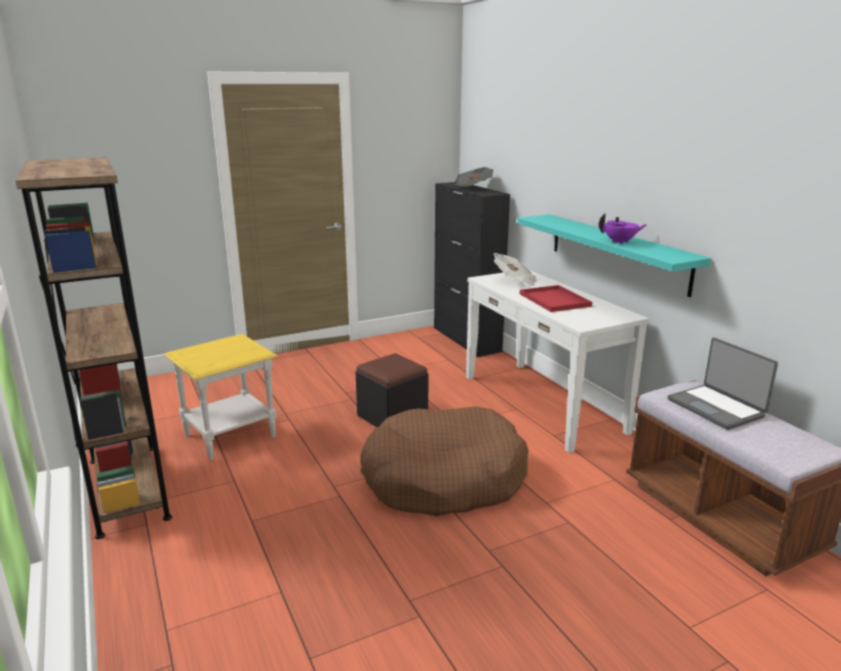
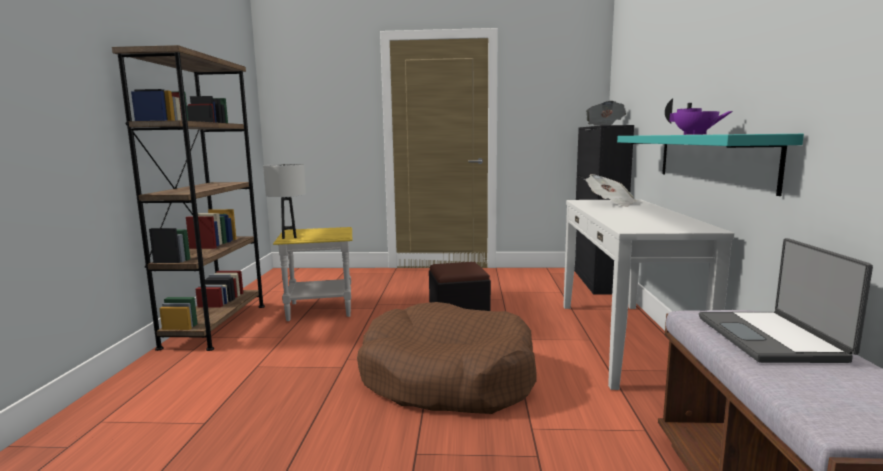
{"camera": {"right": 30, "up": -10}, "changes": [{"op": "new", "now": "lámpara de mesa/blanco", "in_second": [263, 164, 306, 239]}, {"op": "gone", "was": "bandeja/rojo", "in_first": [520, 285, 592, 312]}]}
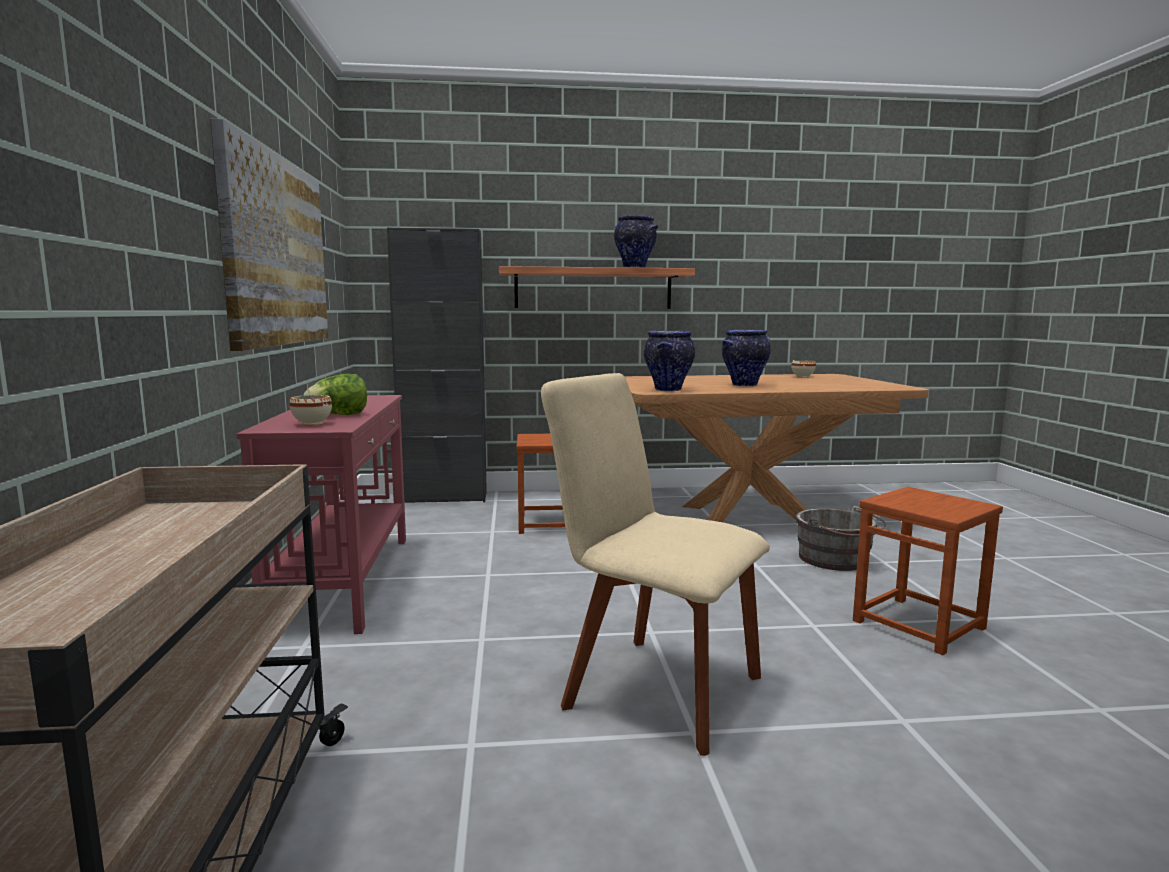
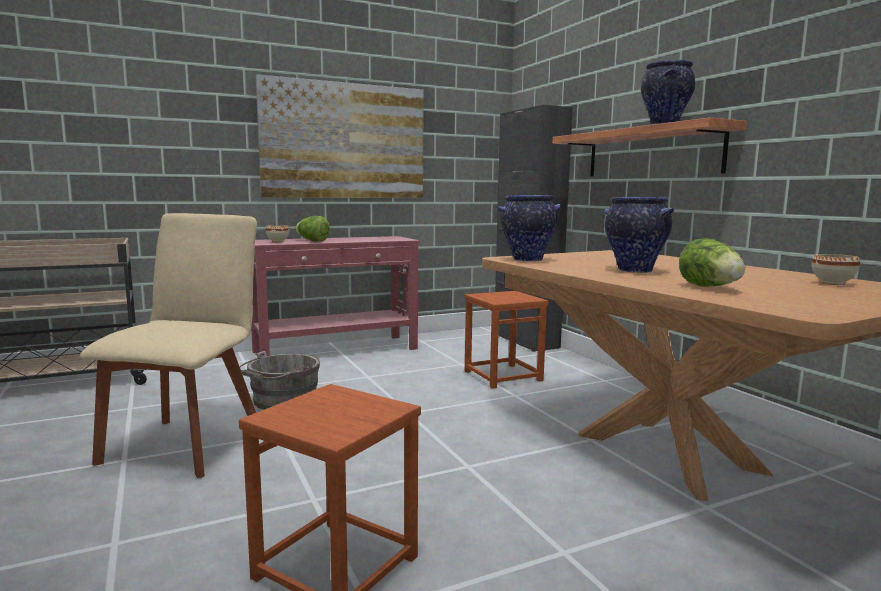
{"camera": {"right": 70, "up": 0}, "changes": [{"op": "shifted", "was": "cubo/gris", "in_first": [796, 505, 886, 571], "in_second": [239, 351, 320, 410]}, {"op": "new", "now": "lechuga", "in_second": [679, 238, 745, 287]}]}
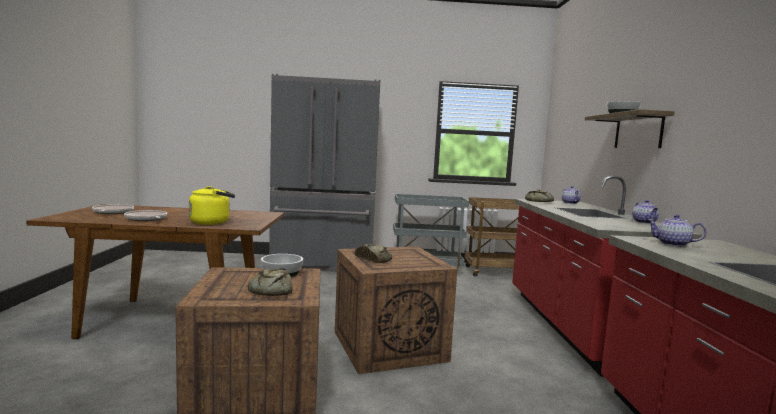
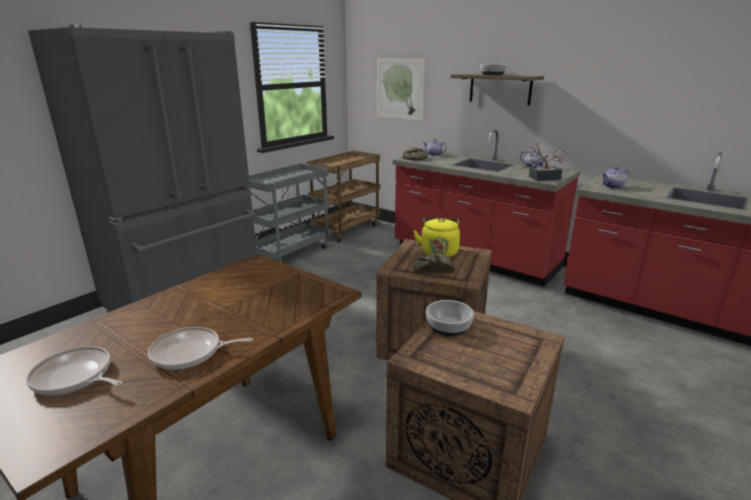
{"camera": {"right": -50, "up": 15}, "changes": [{"op": "new", "now": "cuadro", "in_second": [377, 58, 426, 121]}, {"op": "shifted", "was": "hervidor/amarillo", "in_first": [189, 186, 235, 225], "in_second": [413, 218, 460, 257]}, {"op": "new", "now": "planta en maceta", "in_second": [522, 141, 568, 181]}, {"op": "gone", "was": "pan", "in_first": [247, 268, 293, 296]}]}
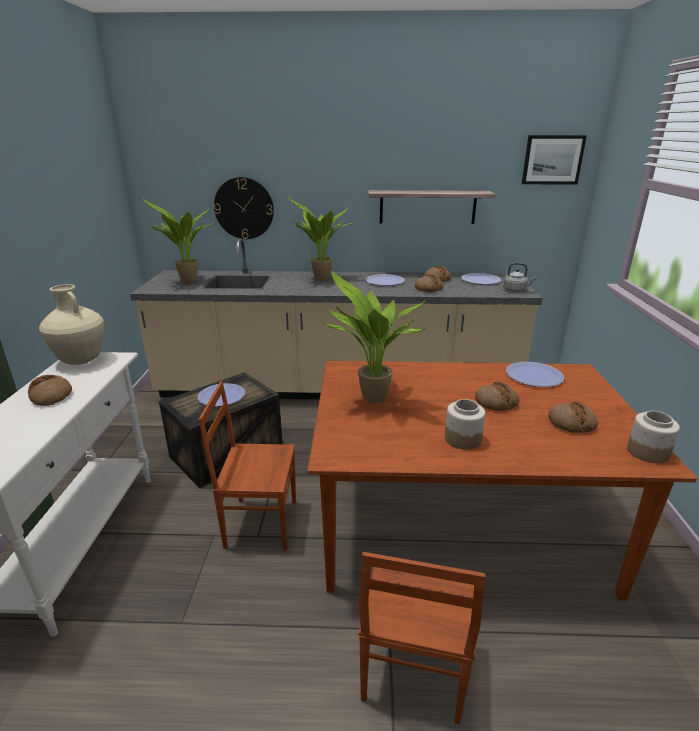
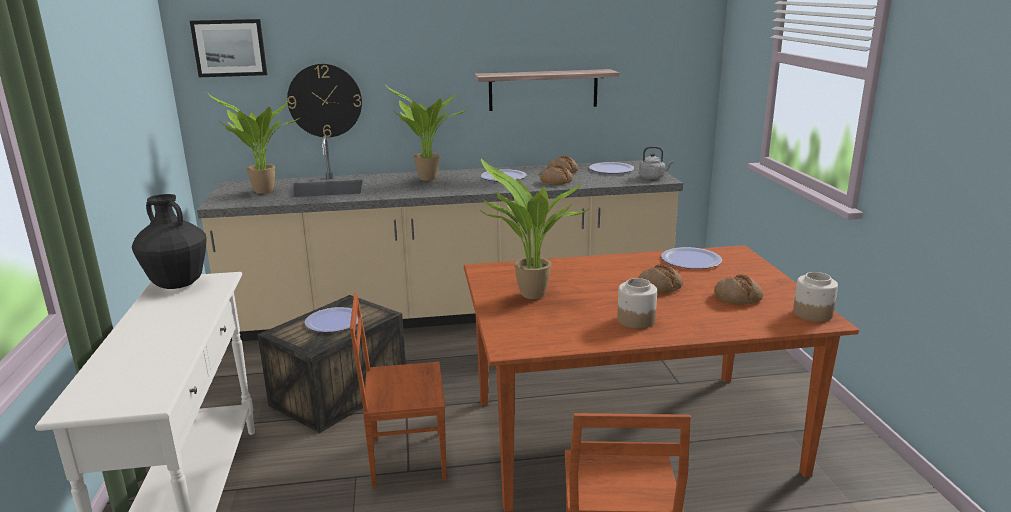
{"camera": {"right": -10, "up": -5}, "changes": [{"op": "repainted", "was": "florero/beis", "now": "florero/negro", "in_first": [39, 284, 104, 365], "in_second": [132, 194, 206, 289]}, {"op": "shifted", "was": "cuadro", "in_first": [522, 135, 587, 184], "in_second": [190, 19, 267, 77]}, {"op": "gone", "was": "pan", "in_first": [28, 375, 72, 406]}]}
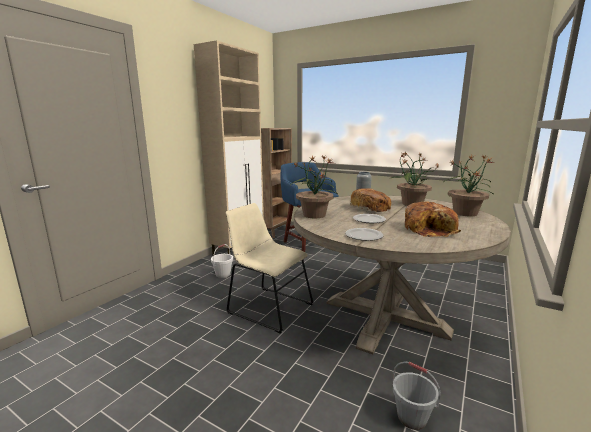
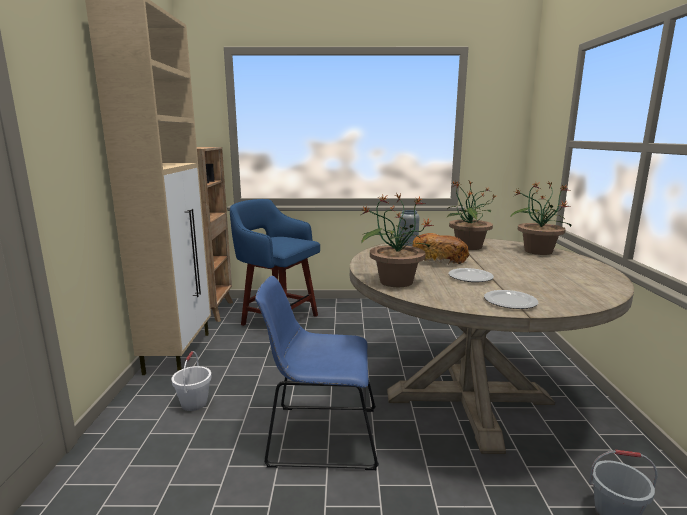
{"camera": {"right": -30, "up": 0}, "changes": [{"op": "repainted", "was": "silla/beis", "now": "silla/azul", "in_first": [226, 203, 314, 334], "in_second": [255, 276, 379, 470]}, {"op": "gone", "was": "pan", "in_first": [404, 202, 461, 237]}]}
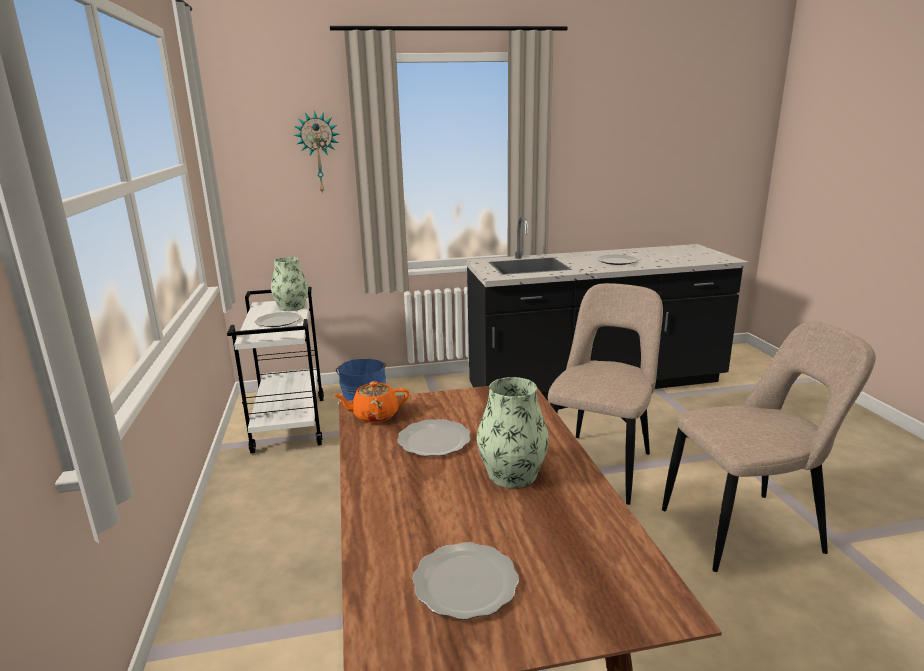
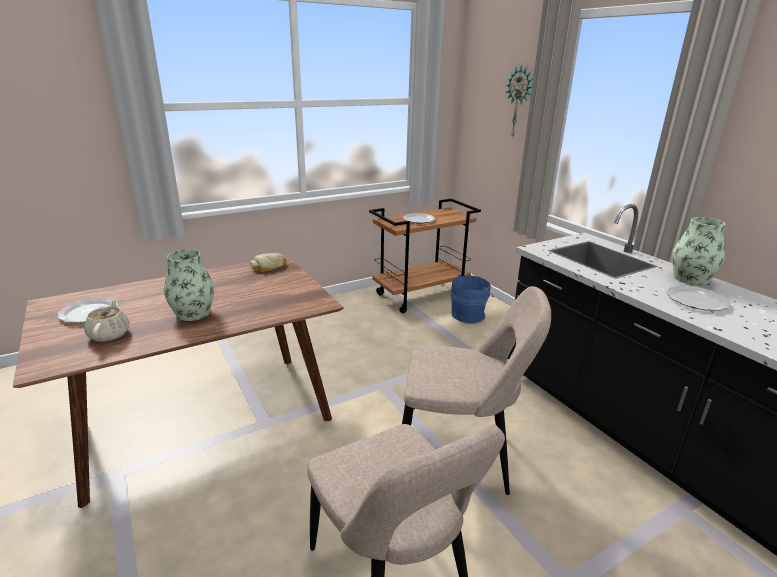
{"camera": {"right": 70, "up": 5}, "changes": [{"op": "new", "now": "tetera/beis", "in_second": [84, 298, 130, 342]}, {"op": "swapped", "was": "tetera/naranja", "now": "pan", "in_first": [334, 381, 409, 423], "in_second": [250, 253, 286, 272]}, {"op": "repainted", "was": "carrito/blanco", "now": "carrito/marrón", "in_first": [227, 287, 324, 453], "in_second": [369, 199, 481, 313]}, {"op": "shifted", "was": "florero", "in_first": [271, 257, 308, 311], "in_second": [672, 217, 726, 285]}, {"op": "gone", "was": "plato", "in_first": [397, 419, 471, 456]}]}
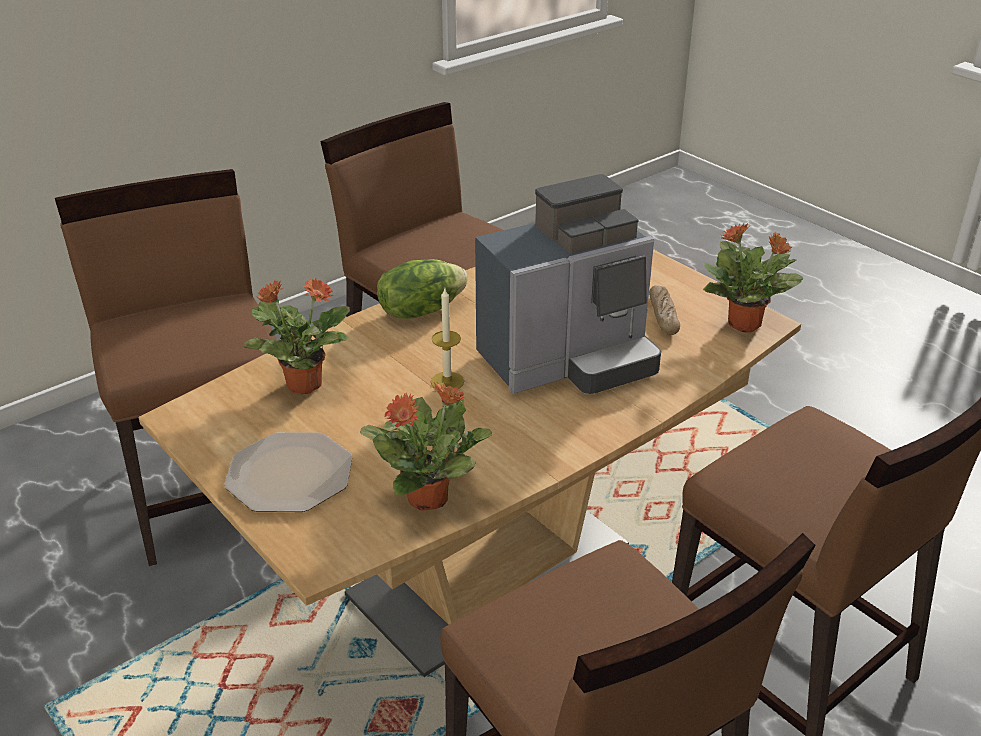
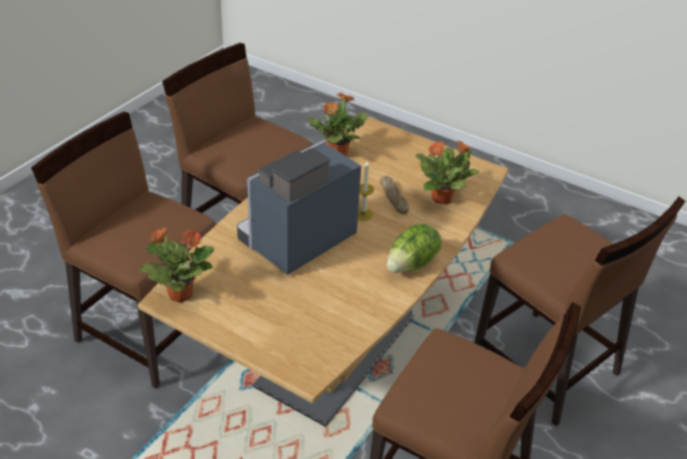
{"camera": {"right": 160, "up": 5}, "changes": [{"op": "shifted", "was": "pan", "in_first": [649, 285, 680, 335], "in_second": [380, 176, 409, 214]}, {"op": "gone", "was": "plato", "in_first": [224, 432, 353, 512]}]}
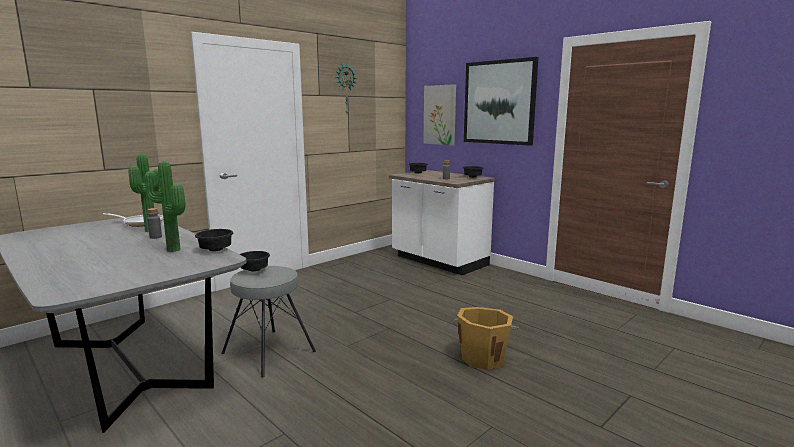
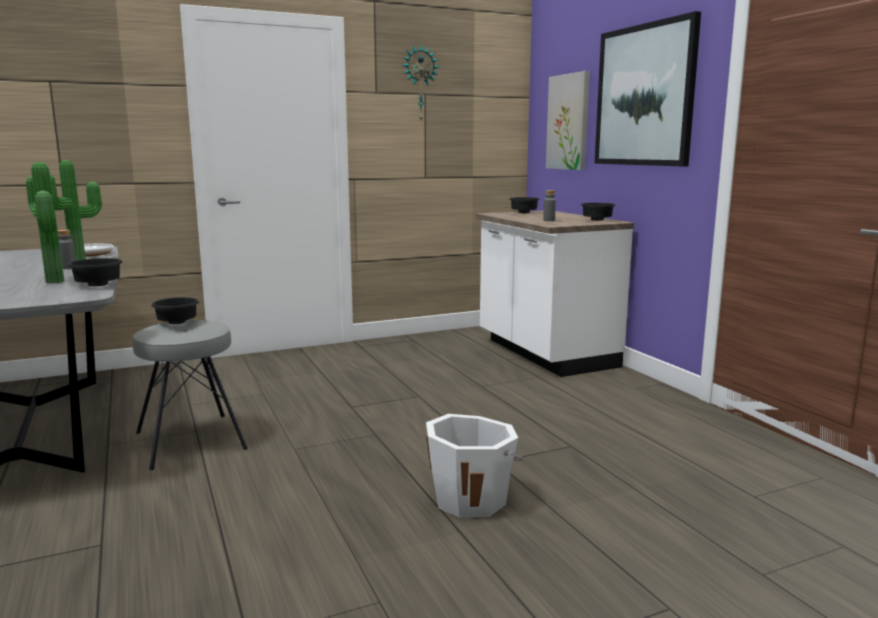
{"camera": {"right": 20, "up": 0}, "changes": [{"op": "repainted", "was": "cubo/naranja", "now": "cubo/blanco", "in_first": [453, 307, 519, 370], "in_second": [426, 414, 522, 518]}]}
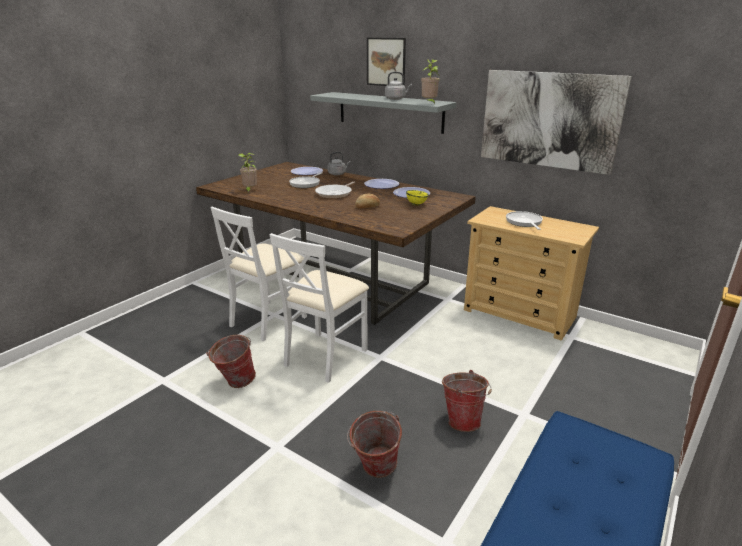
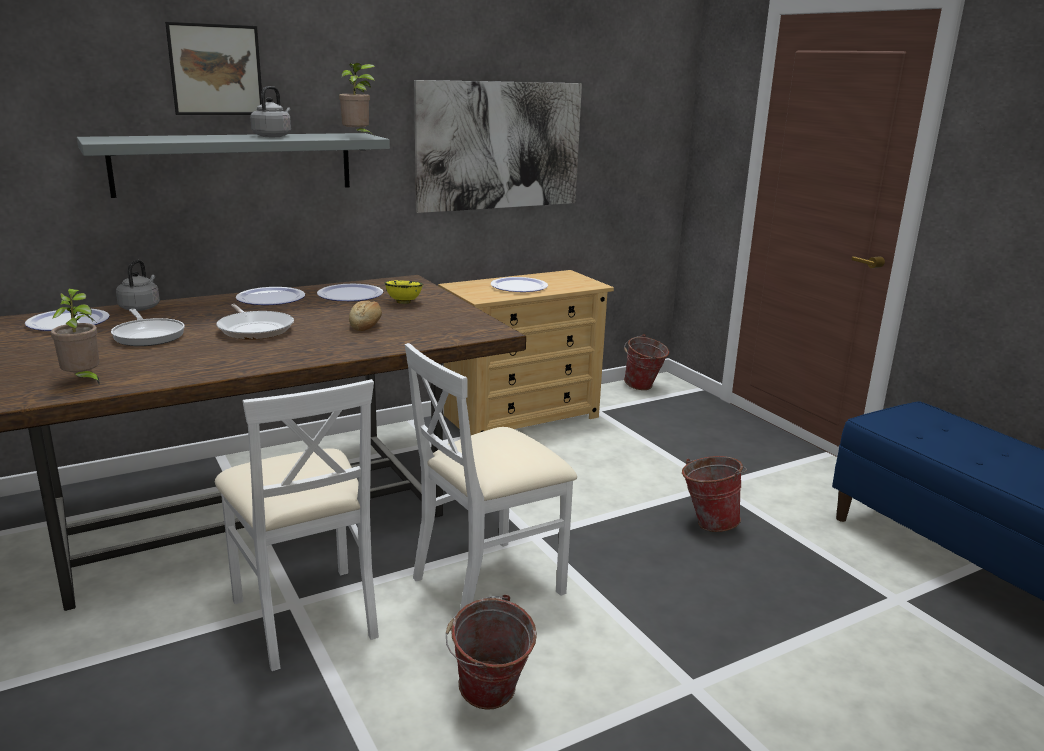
{"camera": {"right": -65, "up": -5}, "changes": [{"op": "rotated", "was": "silla/blanco", "in_first": [270, 233, 369, 383], "in_second": [405, 343, 577, 610], "clockwise": 90}, {"op": "swapped", "was": "sartén", "now": "plato", "in_first": [506, 211, 543, 230], "in_second": [491, 277, 548, 292]}, {"op": "shifted", "was": "cubo", "in_first": [347, 411, 402, 478], "in_second": [624, 334, 669, 390]}]}
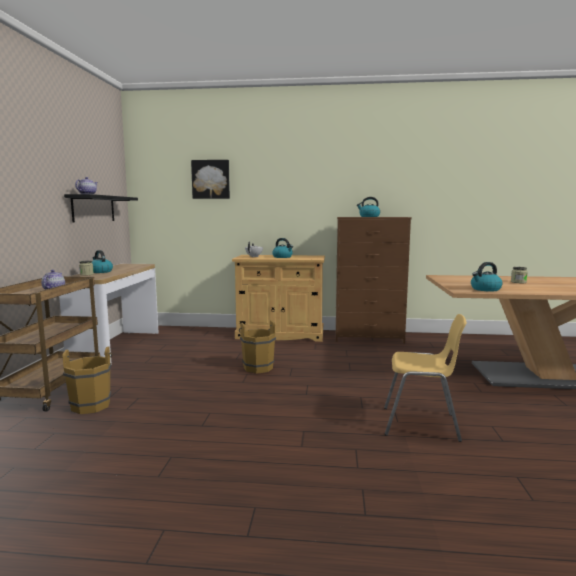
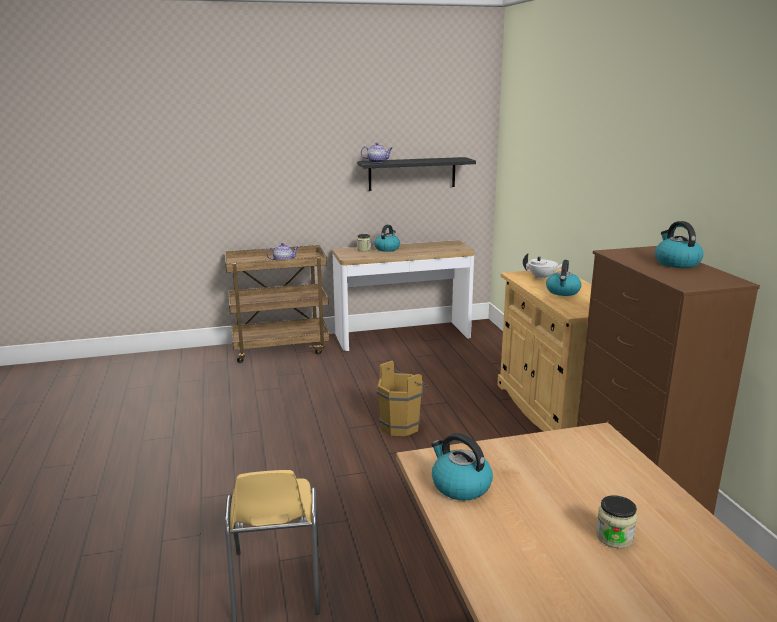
{"camera": {"right": 70, "up": 10}, "changes": [{"op": "gone", "was": "cubo/marrón", "in_first": [62, 347, 112, 414]}, {"op": "gone", "was": "cuadro", "in_first": [191, 160, 230, 199]}]}
